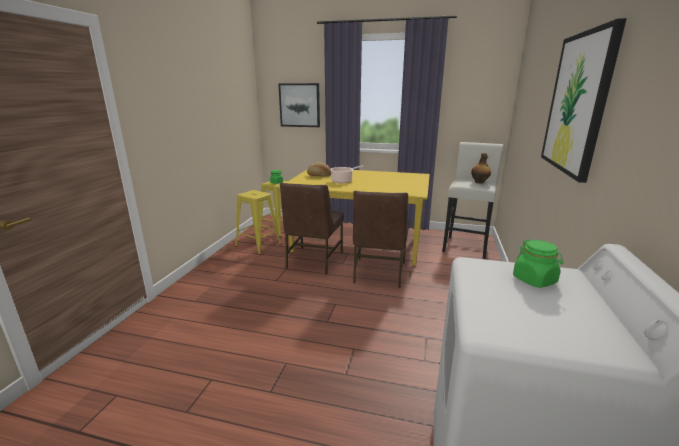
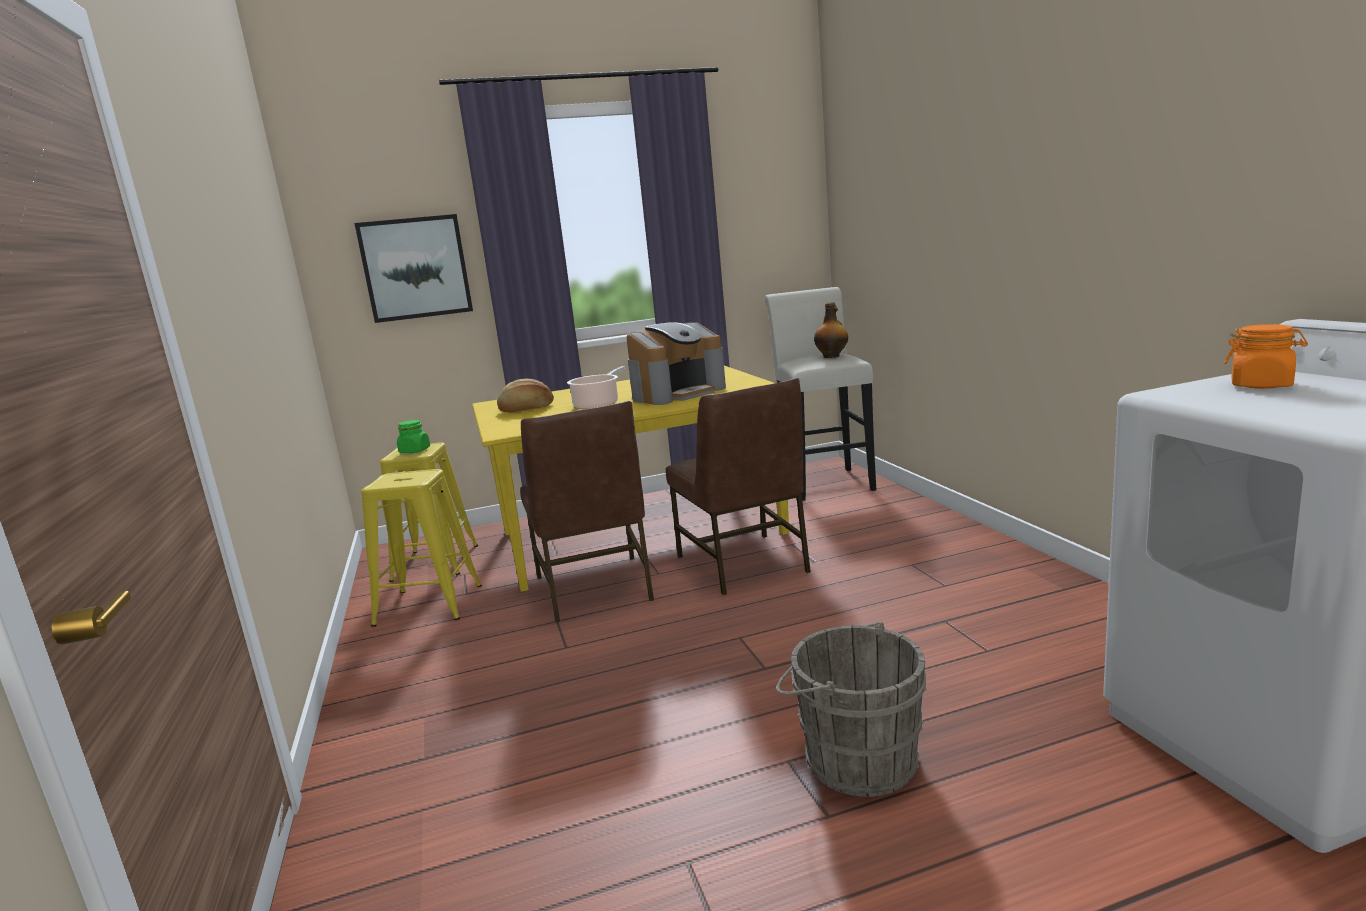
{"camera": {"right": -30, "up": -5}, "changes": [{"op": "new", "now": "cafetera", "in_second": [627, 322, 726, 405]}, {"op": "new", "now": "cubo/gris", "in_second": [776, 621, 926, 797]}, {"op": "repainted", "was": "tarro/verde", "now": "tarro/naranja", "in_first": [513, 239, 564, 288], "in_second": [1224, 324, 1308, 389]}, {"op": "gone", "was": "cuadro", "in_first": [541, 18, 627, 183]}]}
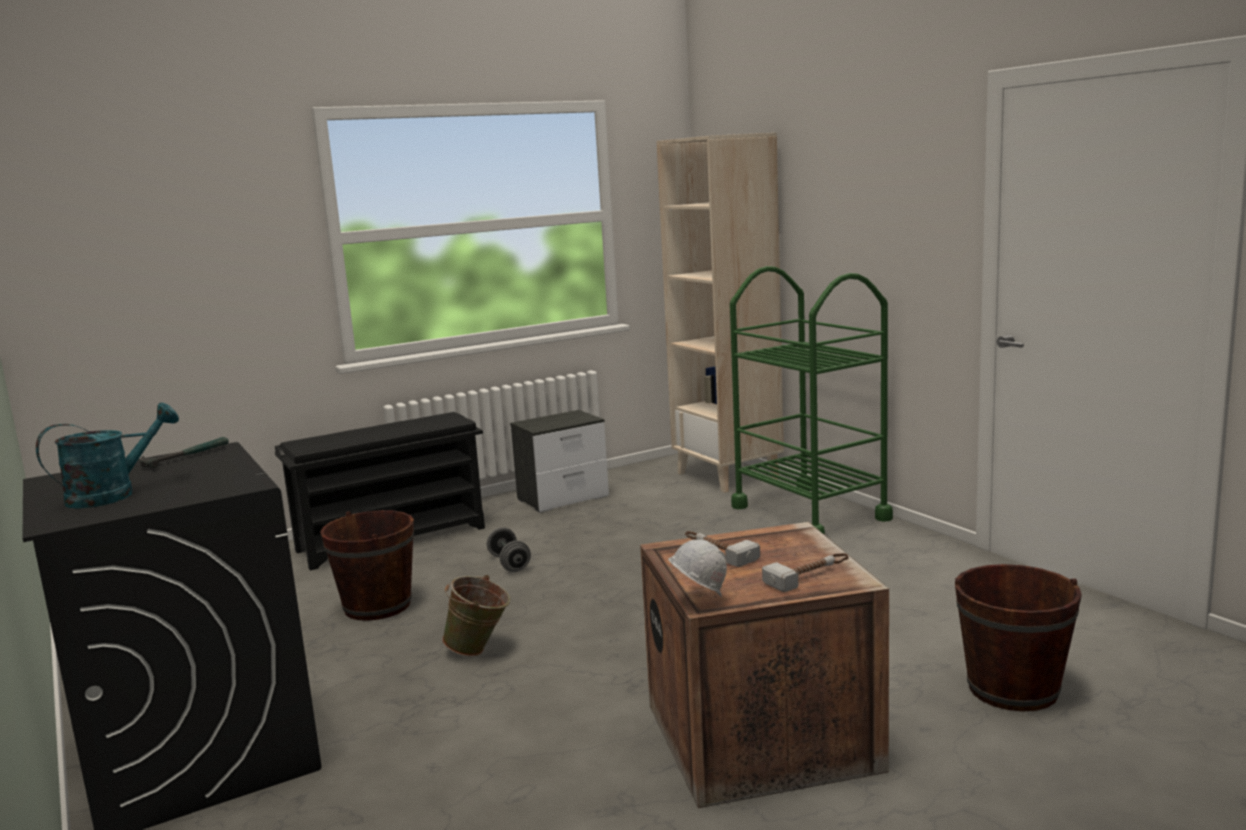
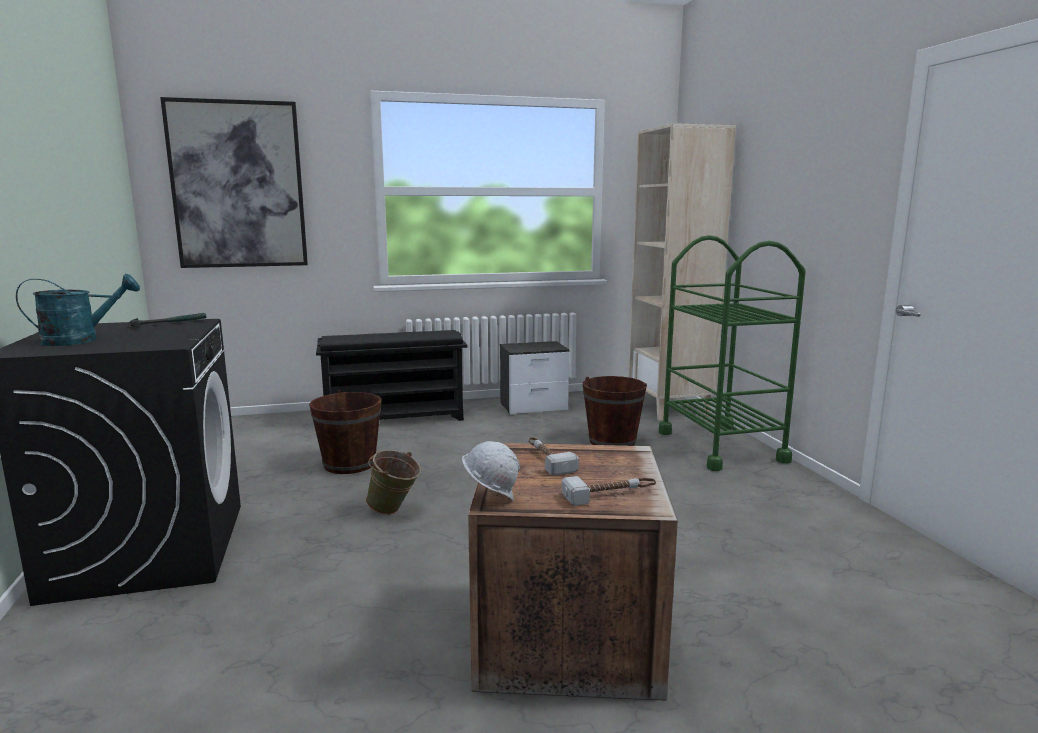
{"camera": {"right": 15, "up": 0}, "changes": [{"op": "new", "now": "cuadro", "in_second": [160, 97, 308, 268]}, {"op": "shifted", "was": "cubo/marrón", "in_first": [955, 564, 1082, 712], "in_second": [582, 376, 647, 446]}, {"op": "gone", "was": "mancuerna/gris", "in_first": [487, 527, 531, 572]}]}
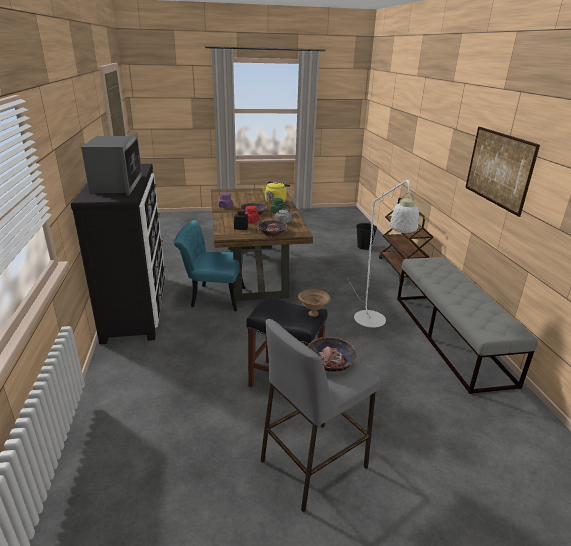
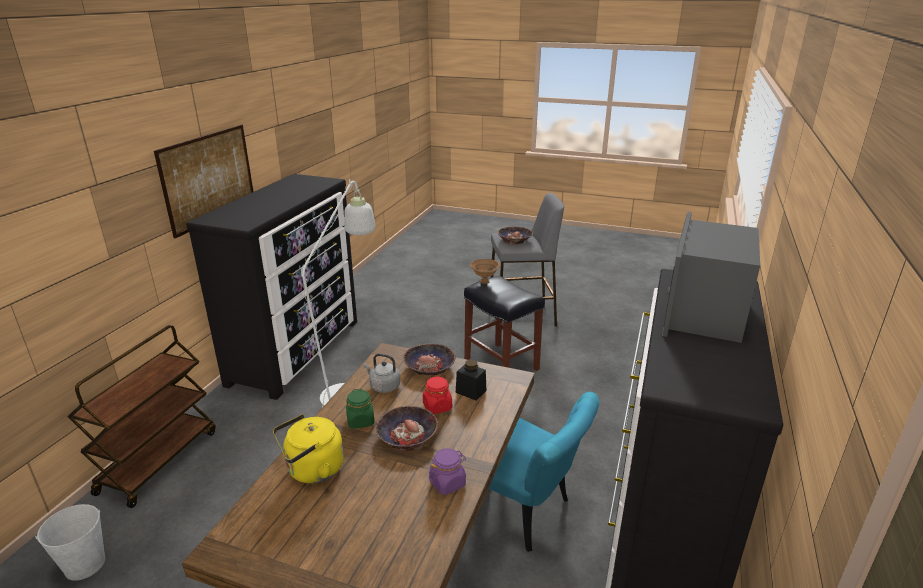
{"camera": {"right": -150, "up": 0}, "changes": [{"op": "repainted", "was": "cubo/negro", "now": "cubo/blanco", "in_first": [356, 223, 377, 250], "in_second": [35, 504, 106, 581]}, {"op": "swapped", "was": "banco/gris", "now": "cómoda", "in_first": [397, 257, 538, 394], "in_second": [186, 174, 357, 400]}]}
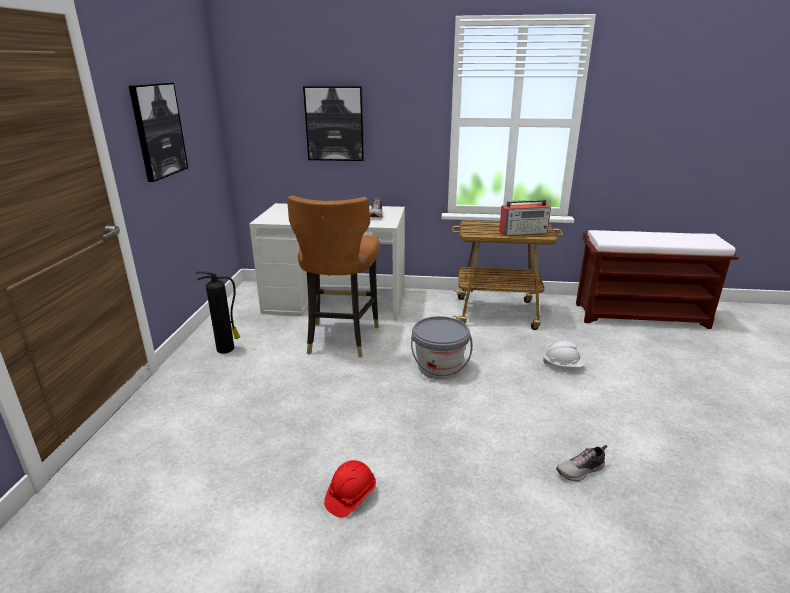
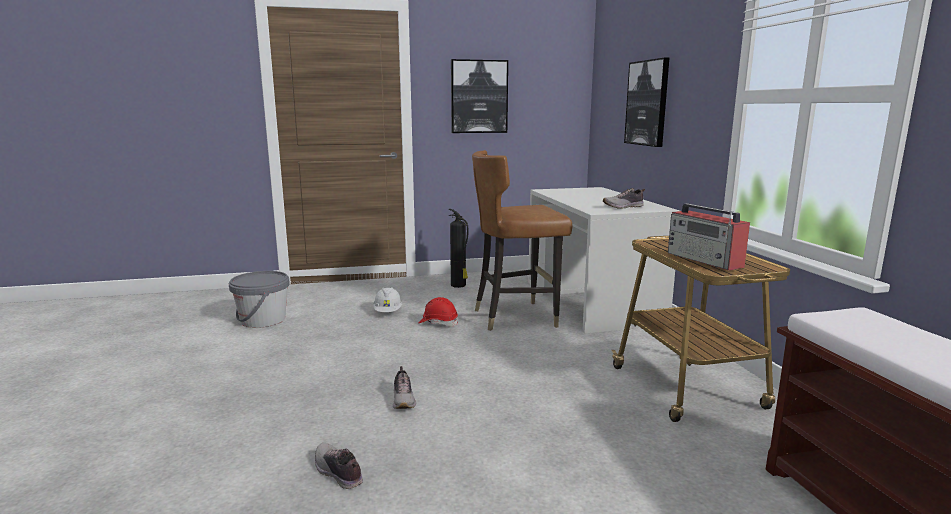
{"camera": {"right": 70, "up": -10}, "changes": [{"op": "shifted", "was": "cubo/gris", "in_first": [411, 316, 473, 379], "in_second": [229, 271, 290, 328]}, {"op": "shifted", "was": "casco/blanco", "in_first": [543, 341, 584, 367], "in_second": [373, 287, 402, 312]}, {"op": "new", "now": "zapato", "in_second": [393, 366, 416, 409]}, {"op": "shifted", "was": "casco/rojo", "in_first": [324, 460, 376, 518], "in_second": [419, 297, 458, 327]}]}
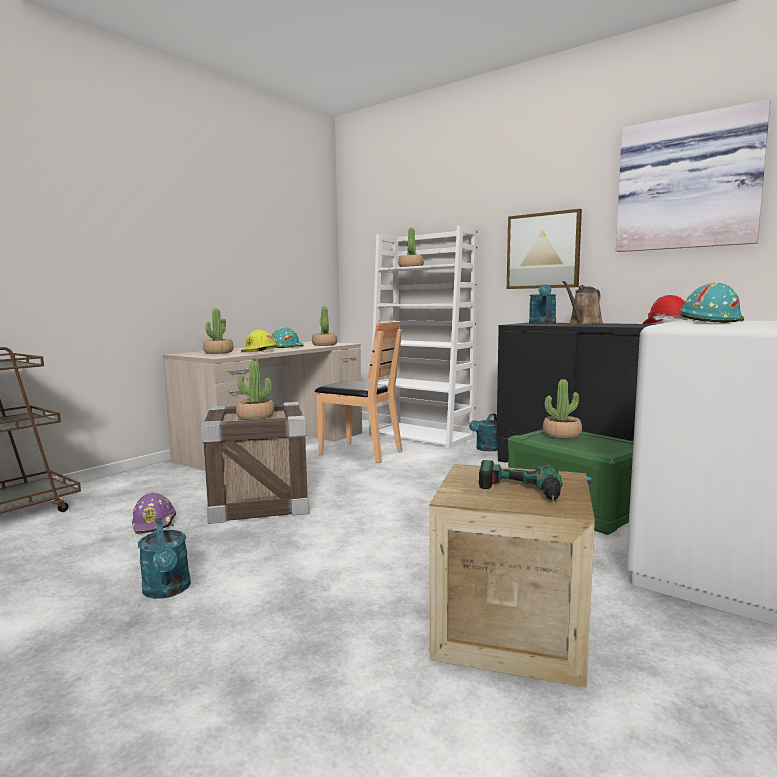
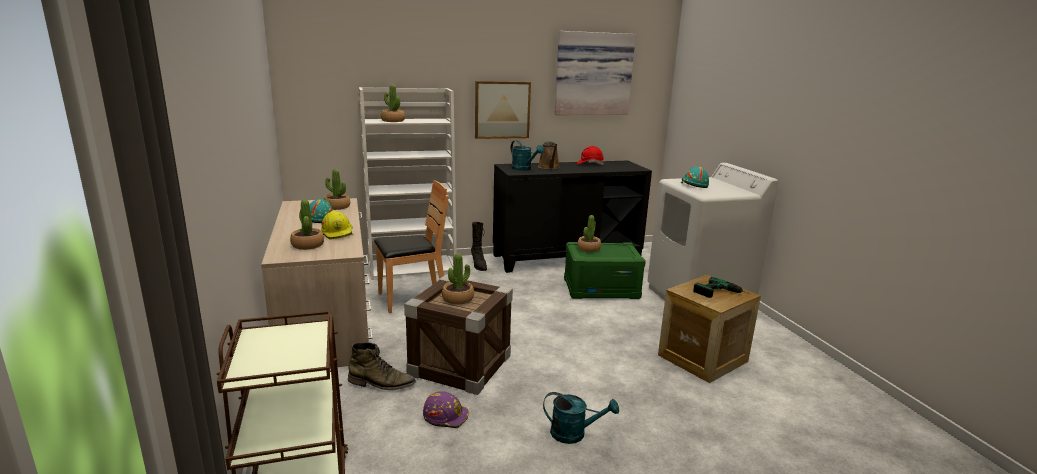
{"camera": {"right": -55, "up": 10}, "changes": [{"op": "new", "now": "bota/verde", "in_second": [348, 342, 416, 390]}, {"op": "swapped", "was": "regadera/turquesa", "now": "bota/negro", "in_first": [469, 413, 498, 451], "in_second": [471, 222, 487, 271]}]}
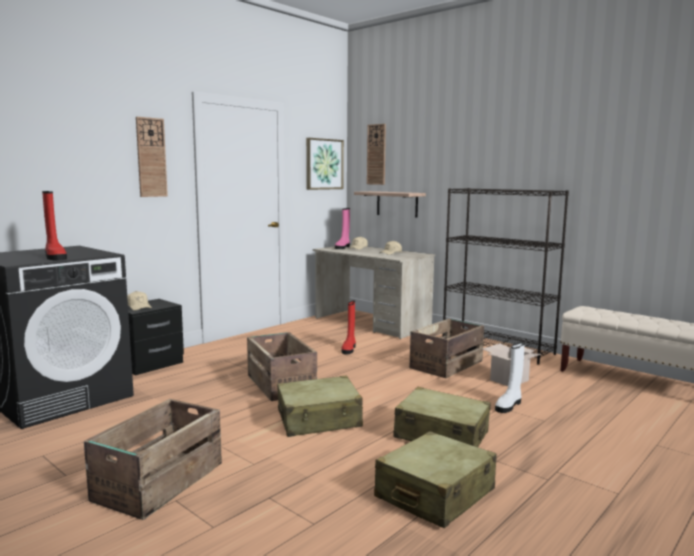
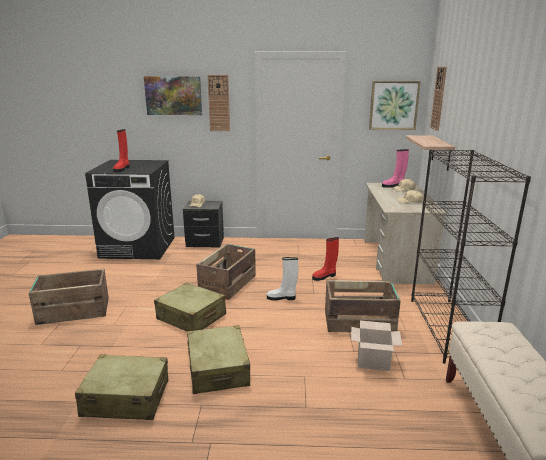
{"camera": {"right": 50, "up": 10}, "changes": [{"op": "new", "now": "cuadro", "in_second": [144, 76, 202, 115]}, {"op": "shifted", "was": "bota/blanco", "in_first": [495, 342, 525, 413], "in_second": [267, 257, 298, 300]}]}
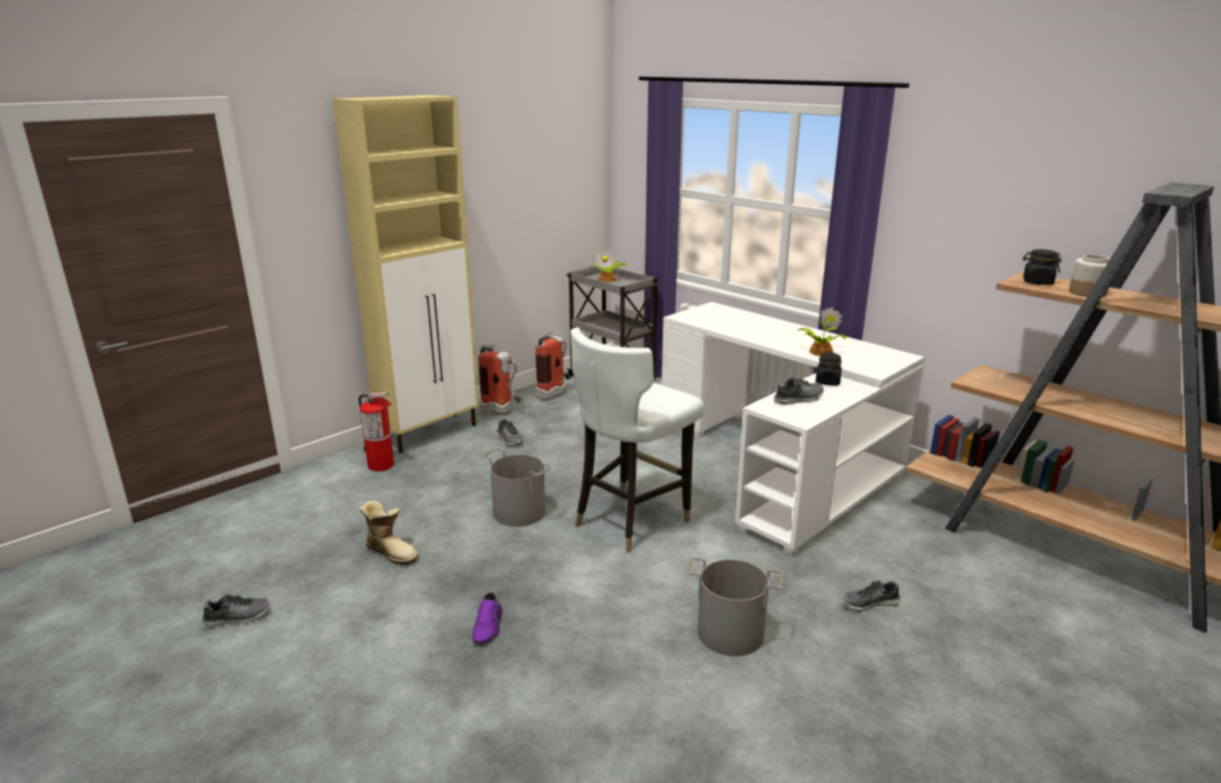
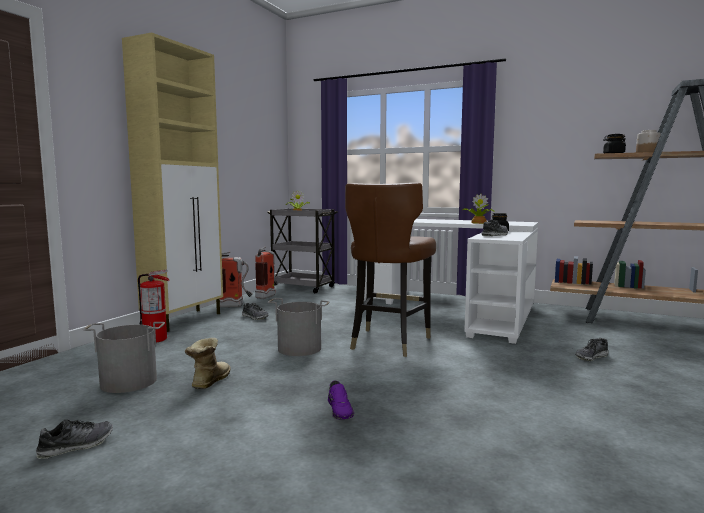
{"camera": {"right": -20, "up": -15}, "changes": [{"op": "shifted", "was": "cubo/gris", "in_first": [686, 557, 784, 656], "in_second": [83, 322, 165, 393]}, {"op": "rotated", "was": "bota", "in_first": [360, 501, 419, 565], "in_second": [185, 338, 231, 389], "clockwise": -90}, {"op": "repainted", "was": "silla/blanco", "now": "silla/marrón", "in_first": [571, 327, 704, 553], "in_second": [345, 183, 436, 357]}]}
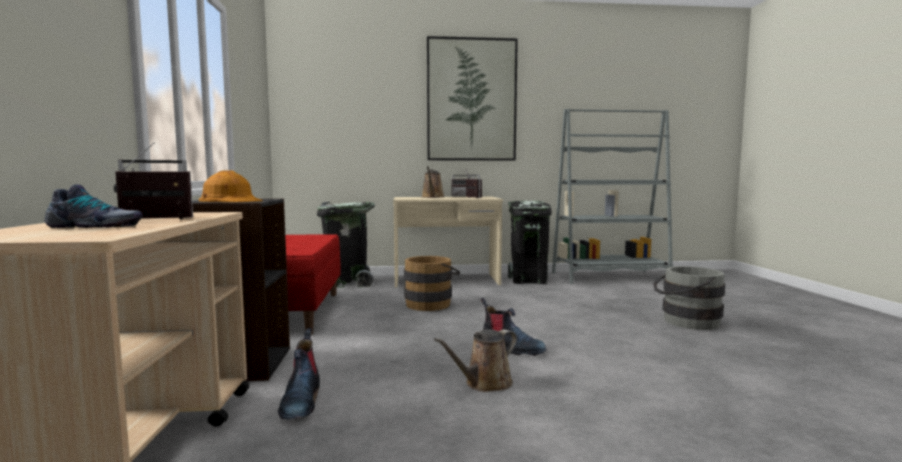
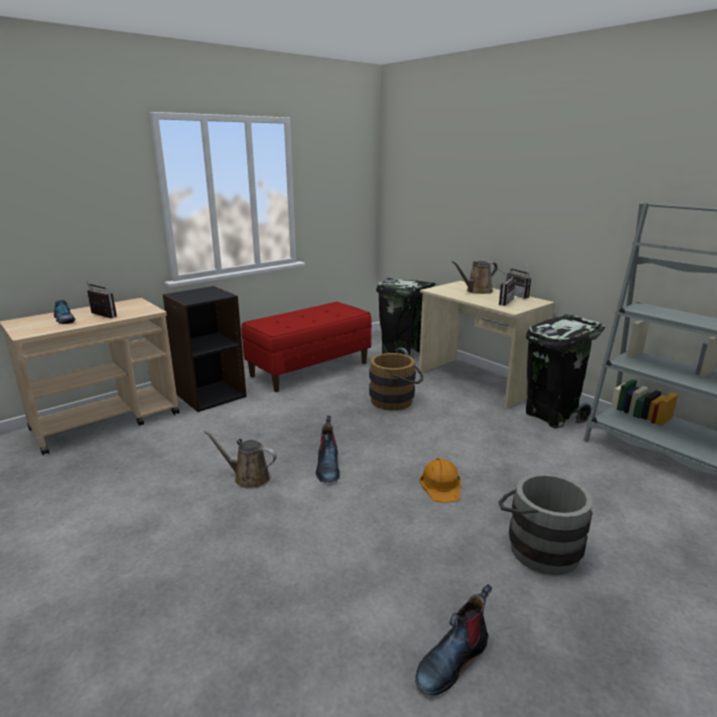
{"camera": {"right": 55, "up": 15}, "changes": [{"op": "shifted", "was": "bota", "in_first": [278, 328, 320, 420], "in_second": [415, 584, 492, 696]}, {"op": "shifted", "was": "casco/naranja", "in_first": [199, 170, 263, 202], "in_second": [420, 458, 461, 503]}, {"op": "gone", "was": "cuadro", "in_first": [427, 36, 518, 161]}]}
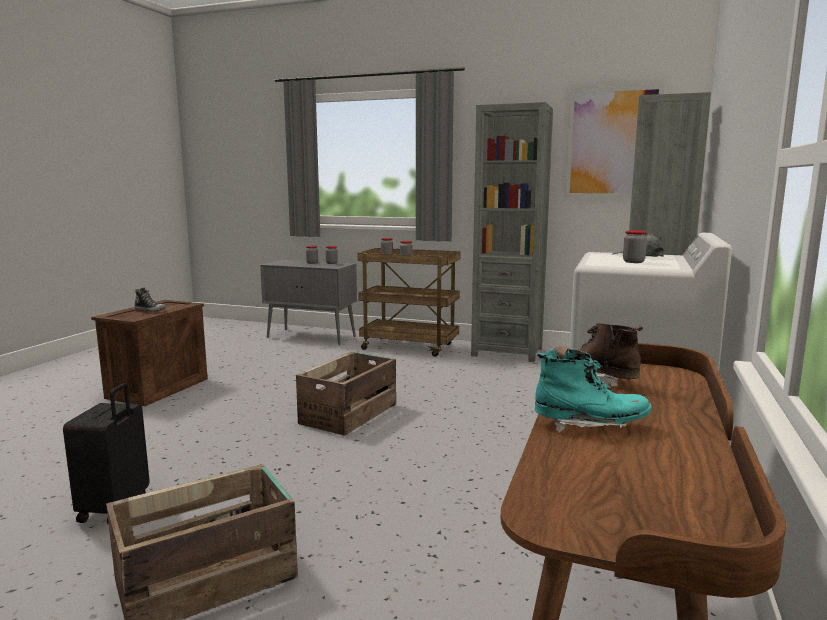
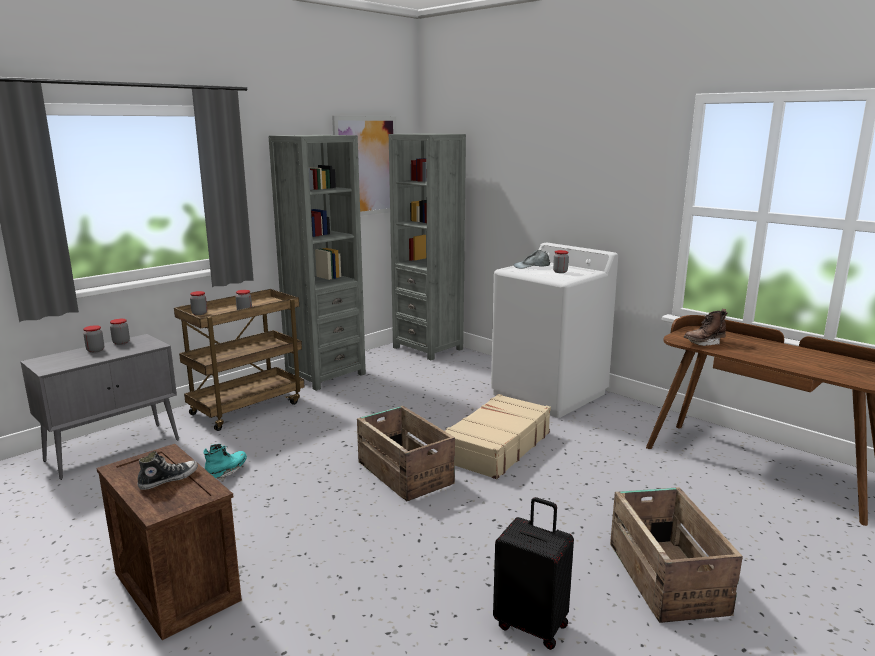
{"camera": {"right": -65, "up": 5}, "changes": [{"op": "shifted", "was": "bota/turquesa", "in_first": [534, 348, 652, 433], "in_second": [203, 444, 247, 481]}, {"op": "new", "now": "maleta/beis", "in_second": [445, 394, 551, 479]}]}
